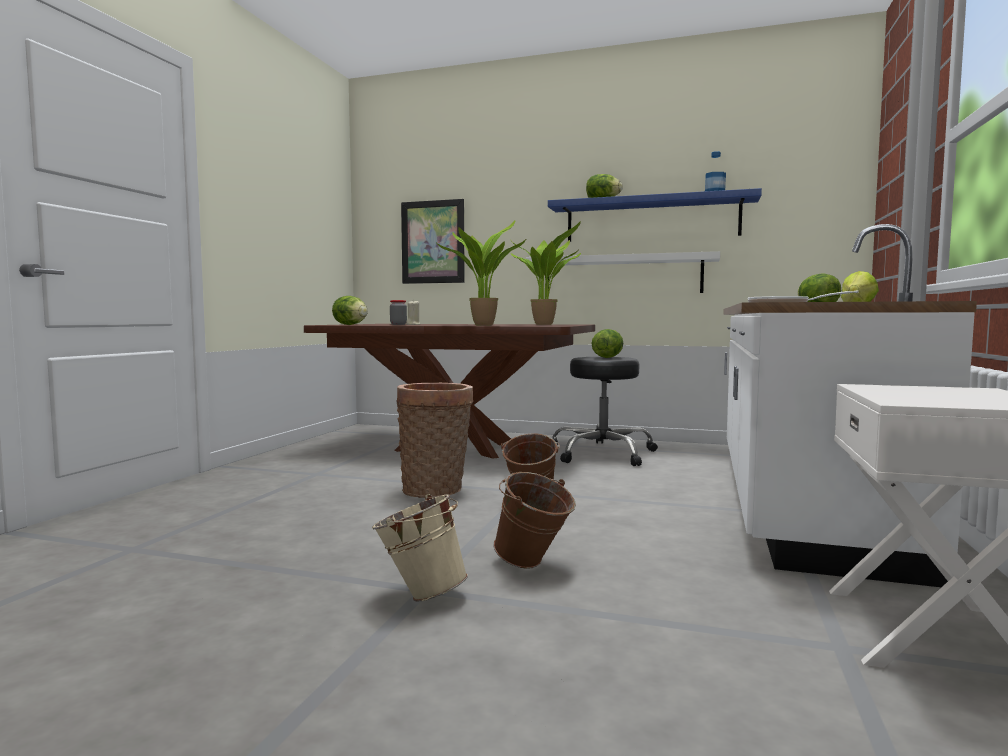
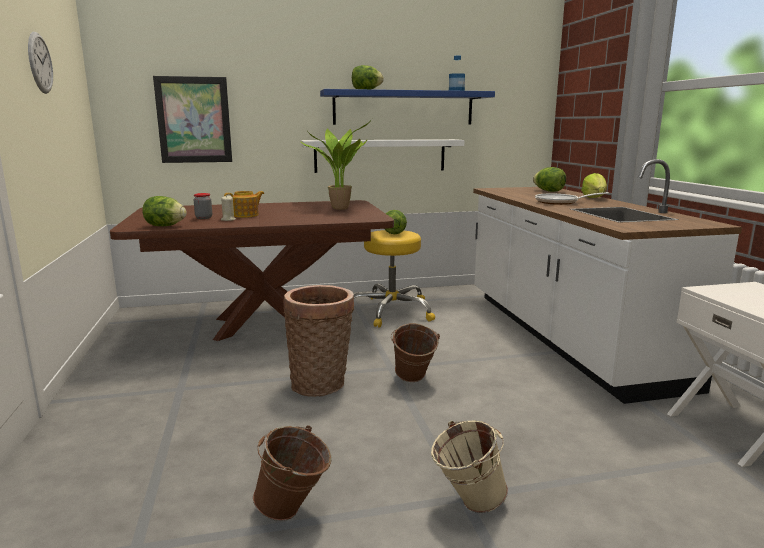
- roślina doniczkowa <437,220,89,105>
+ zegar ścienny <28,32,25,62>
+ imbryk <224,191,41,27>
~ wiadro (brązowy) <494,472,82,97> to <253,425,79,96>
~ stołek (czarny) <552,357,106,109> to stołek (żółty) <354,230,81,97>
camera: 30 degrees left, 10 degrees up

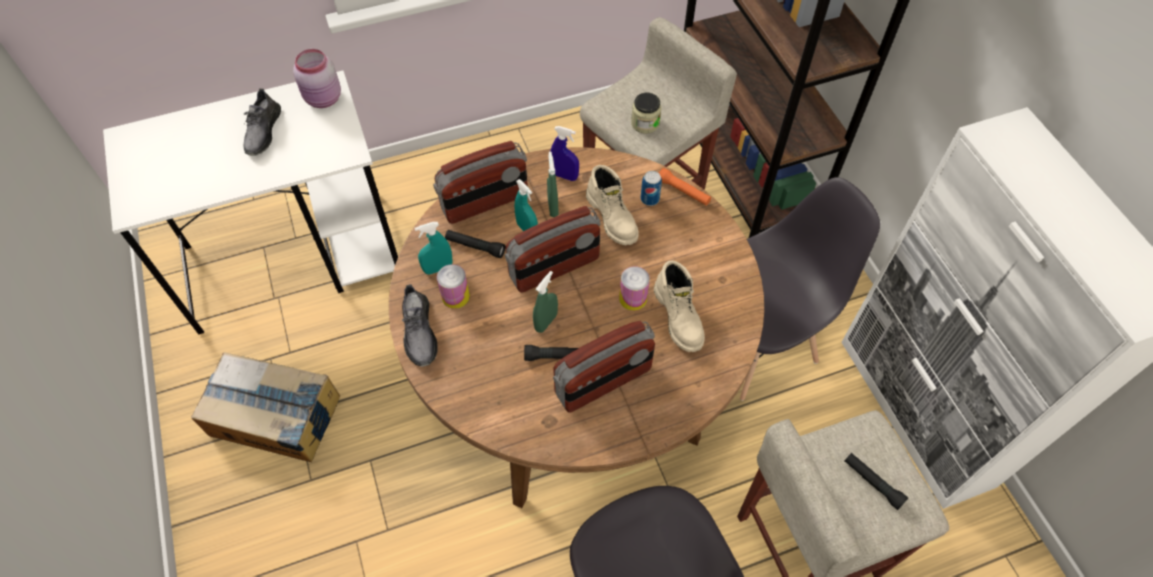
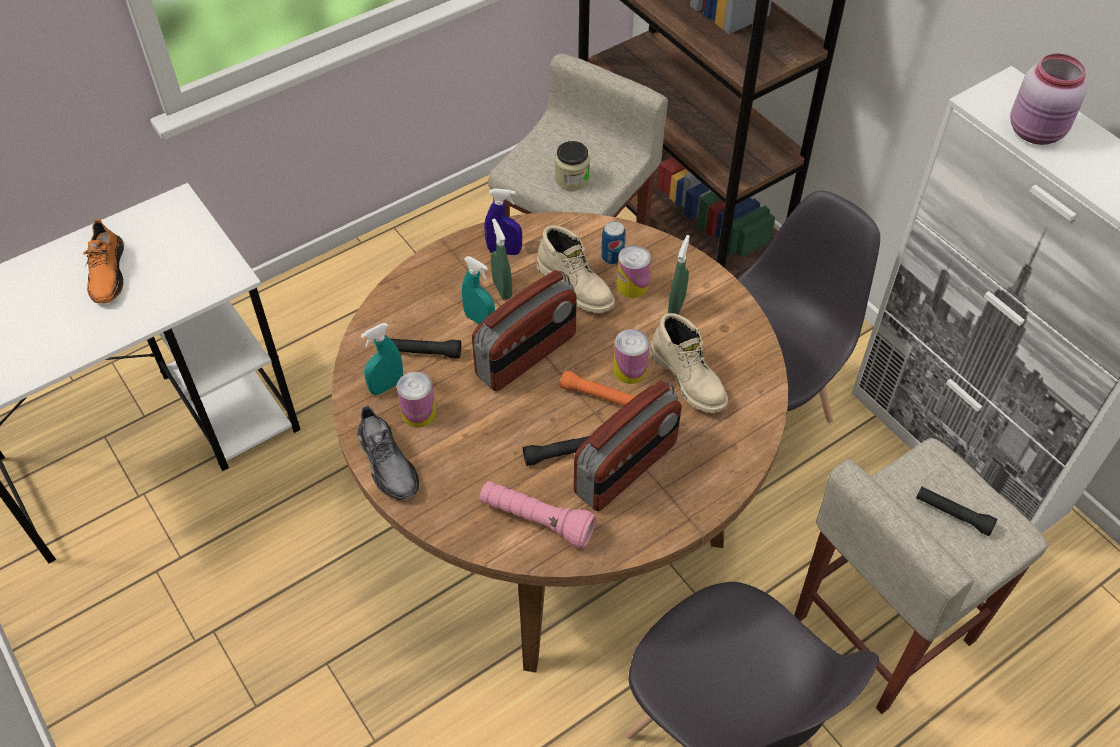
- karton <191,352,149,110>
- radio <433,141,95,83>
+ latarka (różowy) <480,481,116,67>
+ puszka <617,245,34,53>
~ słoik (różowy) <293,49,48,59> to <1010,53,77,92>
~ spryskiwacz (zielony) <533,271,25,62> to <668,235,22,80>
~ latarka (pomarańczowy) <659,168,52,38> to <559,370,77,36>
~ but (szary) <243,88,38,68> to but (pomarańczowy) <83,219,41,85>
camera: 15 degrees left, 5 degrees down

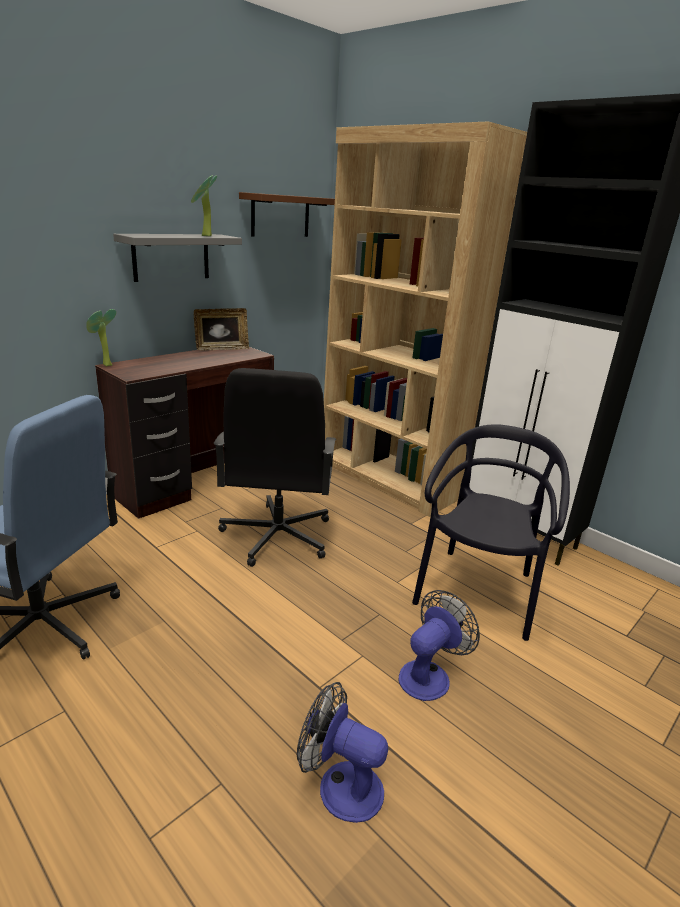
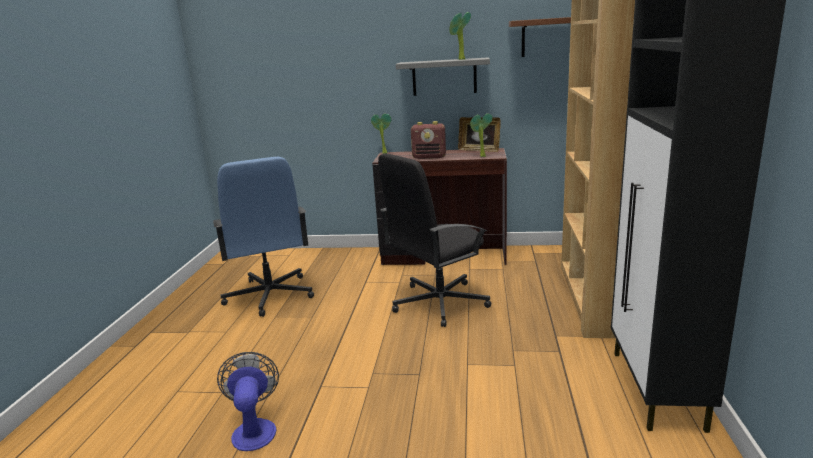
- wentylator <399,590,81,111>
- krzesło (czarny) <412,424,158,217>
+ radio <411,121,35,38>
+ roślina doniczkowa <470,114,22,43>
camera: 55 degrees right, 5 degrees down

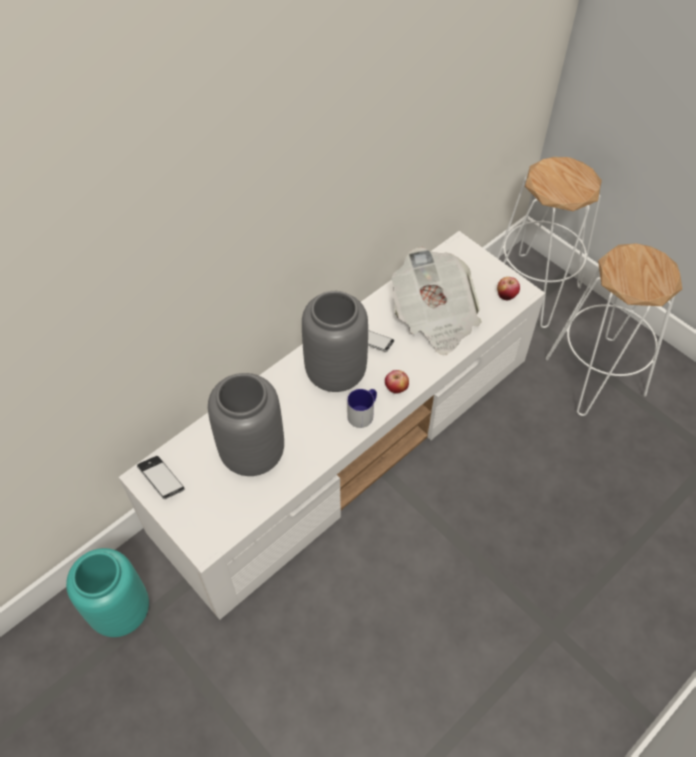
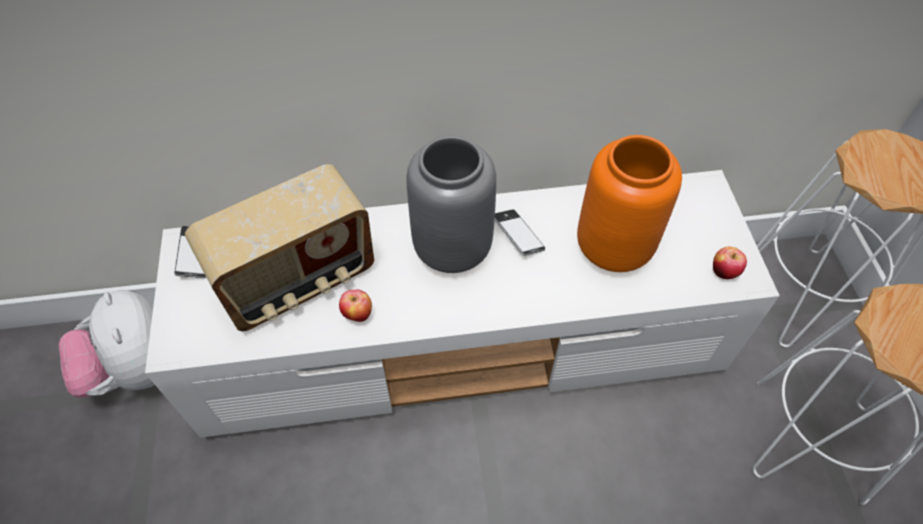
- kubek <347,389,30,39>
~ jabłko <385,370,24,24> to <339,289,33,33>
~ wazon (turkusowy) <66,548,83,89> to pluszak <59,290,96,108>
~ wazon (szary) <208,373,76,103> to radio <185,164,189,167>
~ gazeta <391,247,91,108> to wazon (pomarańczowy) <577,135,105,137>
camera: 35 degrees right, 0 degrees up

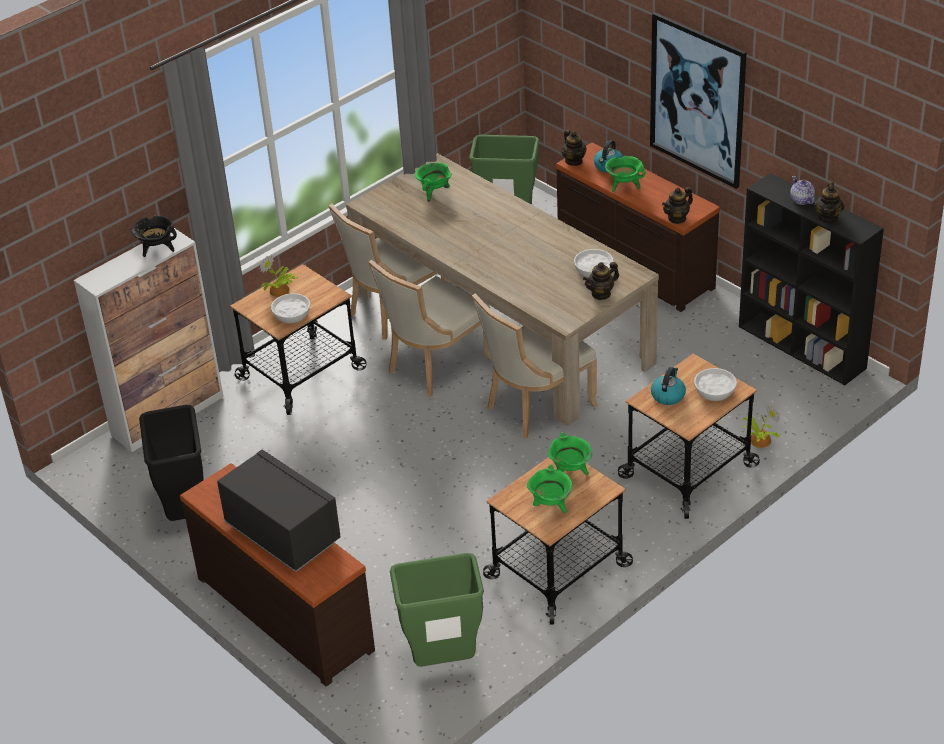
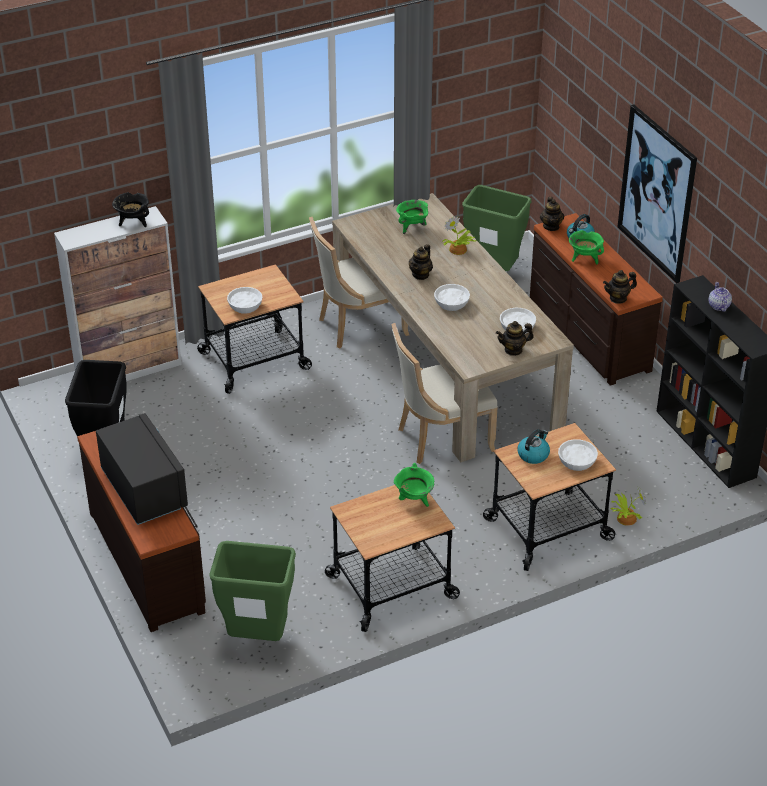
- krzesło (beżowy) <369,259,123,138>
- garnek (zielony) <527,464,45,49>
+ miska (biały) <434,284,36,27>
~ roślina doniczkowa <259,255,39,42> to <442,216,34,39>
~ imbryk <814,182,30,41> to <409,244,24,36>
camera: 15 degrees right, 0 degrees up

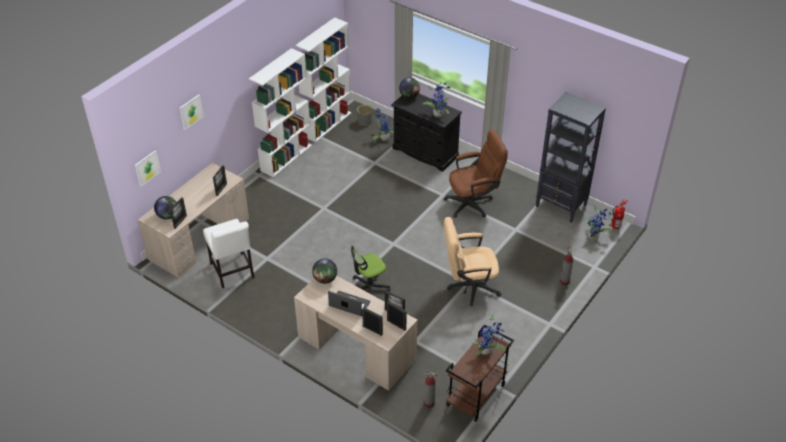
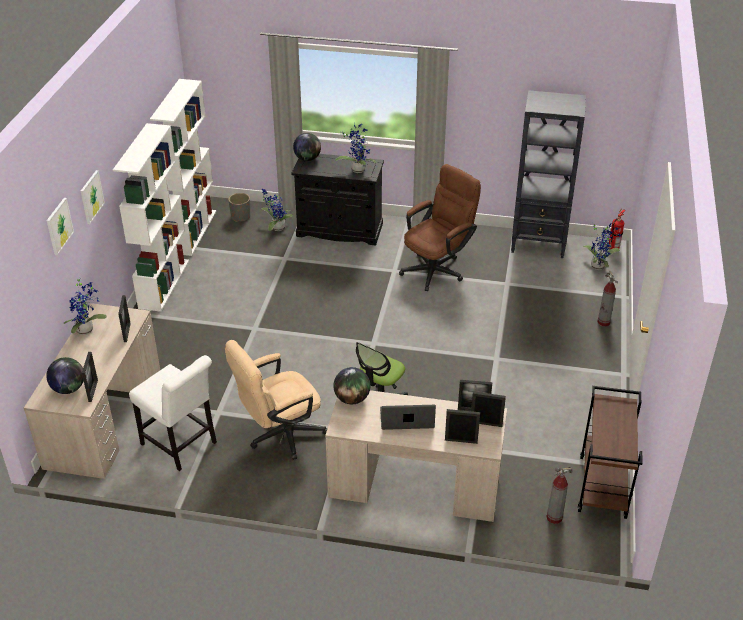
~ obraz <135,150,26,36> to <81,170,24,54>
~ krzesło biurowe (beżowy) <444,217,57,89> to <225,340,102,120>
~ roślina doniczkowa <472,315,33,40> to <64,279,43,56>
camera: 25 degrees left, 5 degrees down

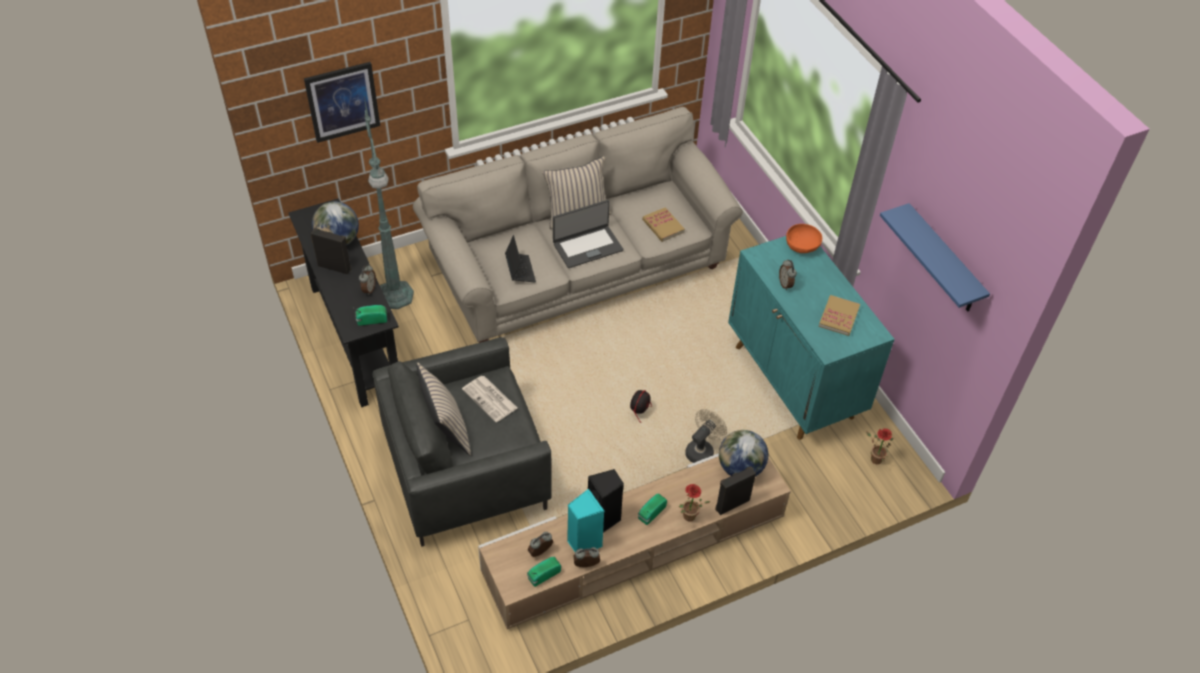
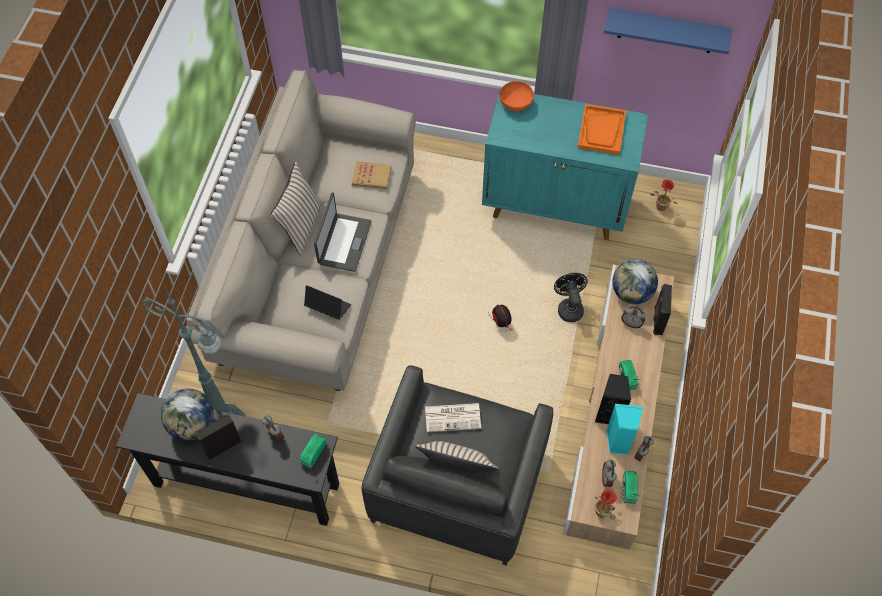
- obraz <304,62,76,81>
~ roślina doniczkowa <679,484,32,37> to <595,489,22,31>
~ budzik <779,259,18,31> to <621,306,24,22>
~ książka <819,295,41,41> to taca (pomarańczowy) <578,104,48,51>
~ wentylator (beżowy) <685,409,42,54> to wentylator (czarny) <554,273,34,49>
camera: 50 degrees left, 10 degrees up

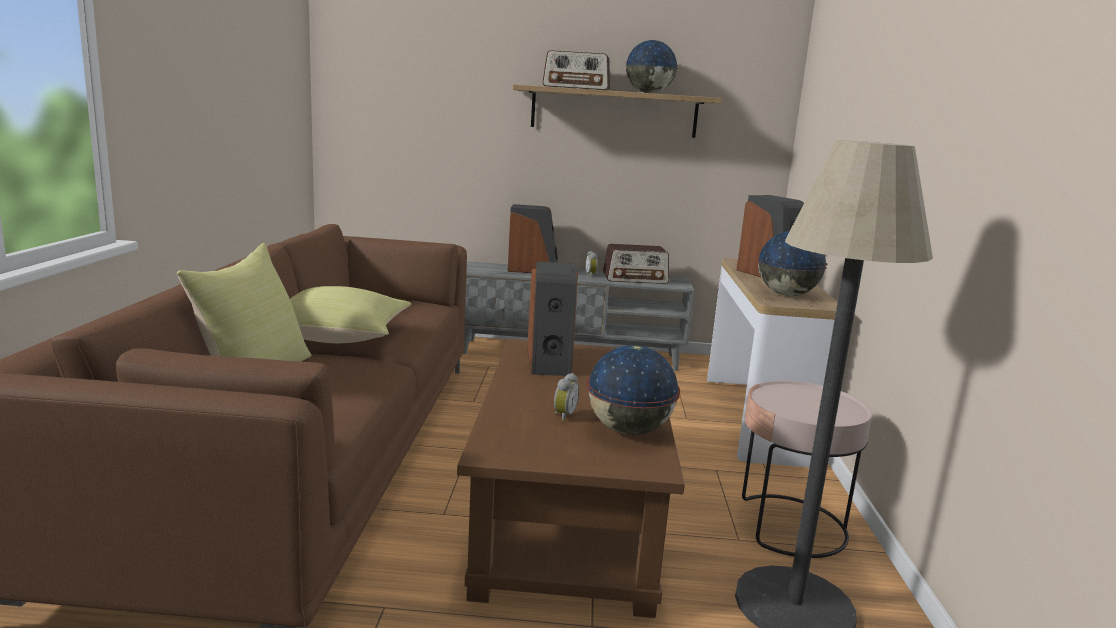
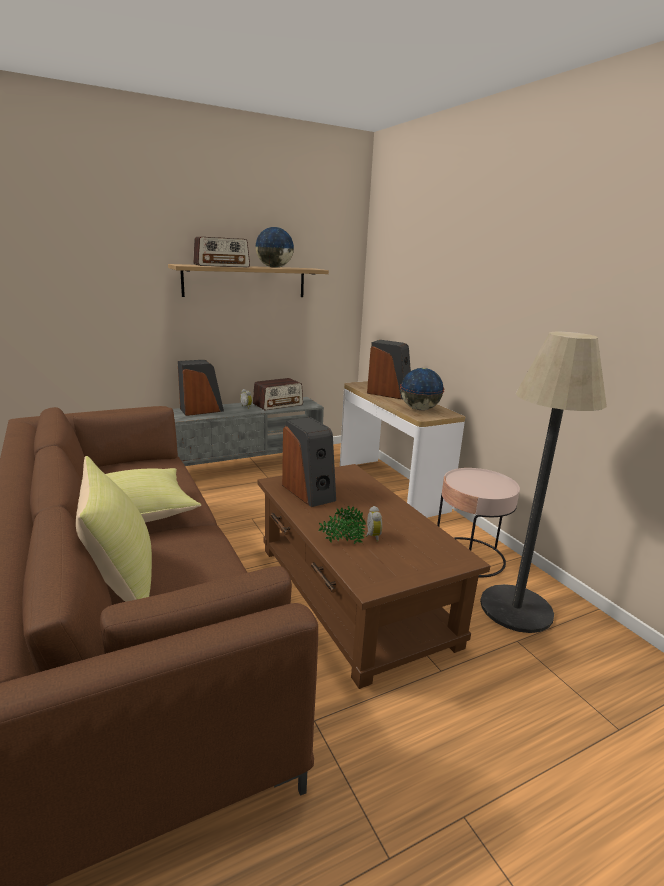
- globus <586,345,94,90>
+ roślina doniczkowa <319,506,47,38>
camera: 30 degrees left, 5 degrees up

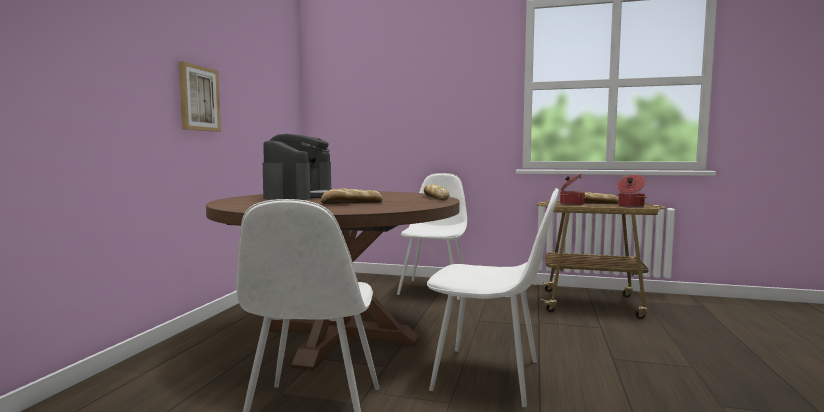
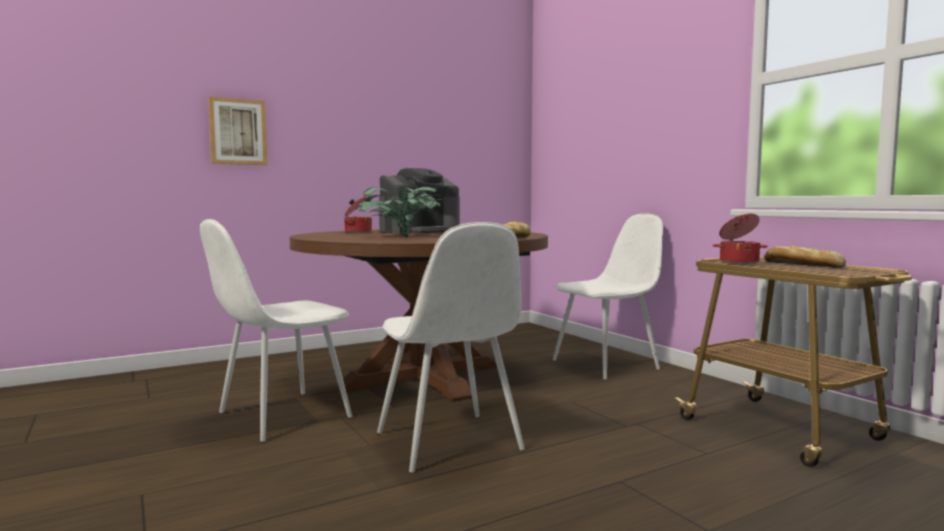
~ obraz <179,61,42,71> to <208,96,59,69>
~ garnek <617,175,30,33> to <344,196,28,37>
~ chleb <321,188,62,16> to roślina doniczkowa <356,187,88,50>
camera: 45 degrees right, 0 degrees up

